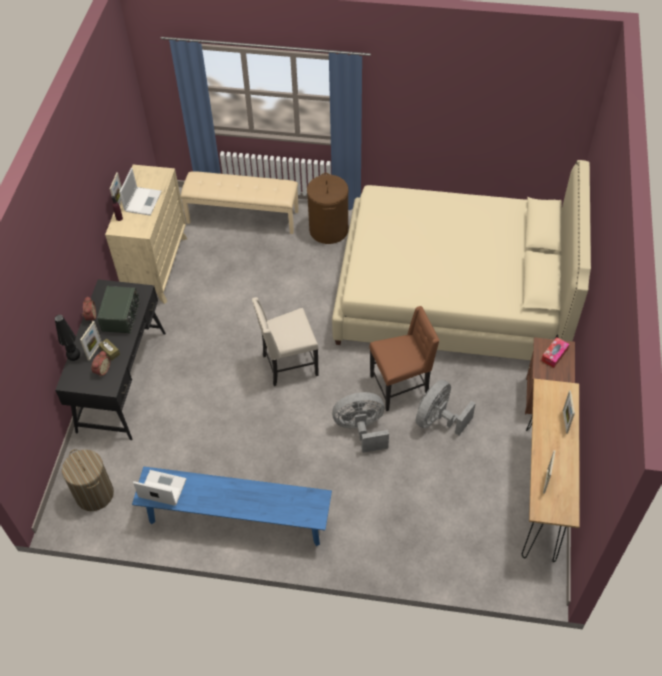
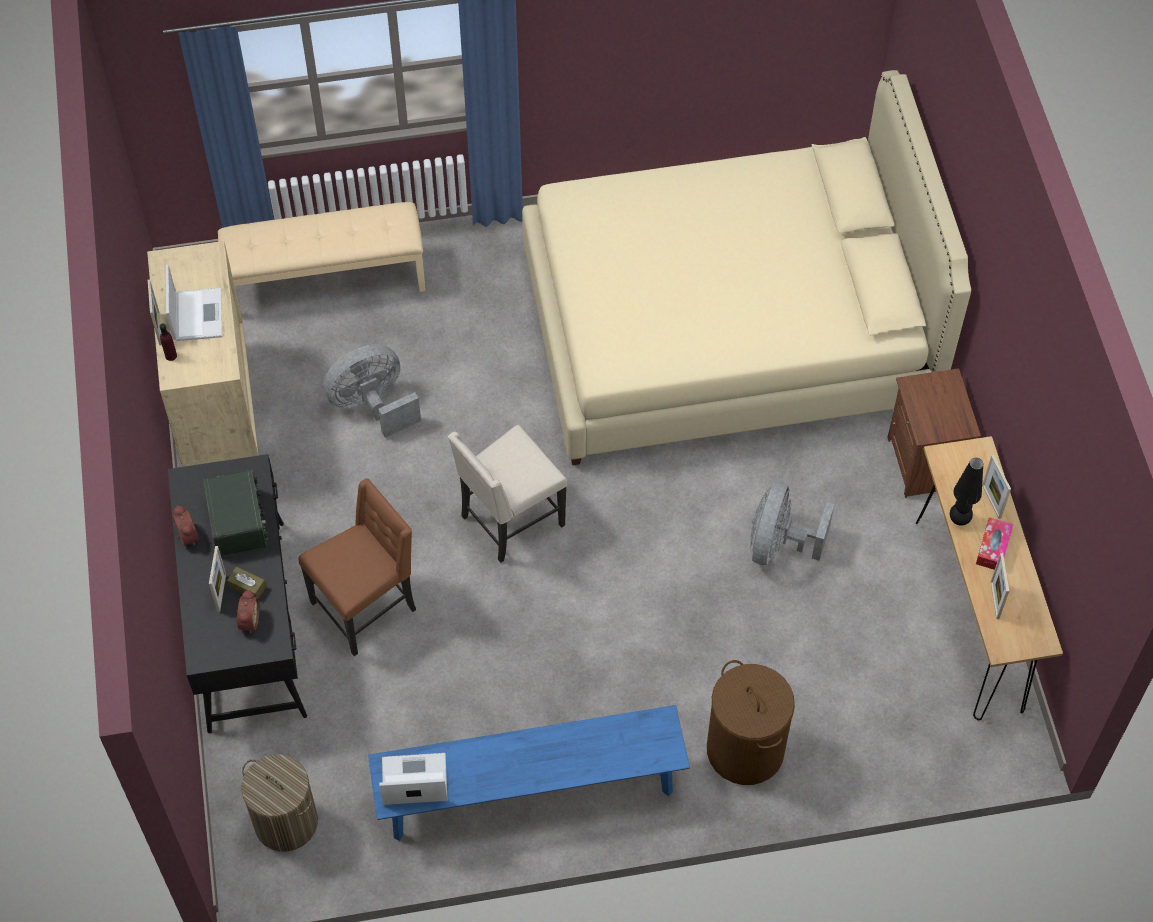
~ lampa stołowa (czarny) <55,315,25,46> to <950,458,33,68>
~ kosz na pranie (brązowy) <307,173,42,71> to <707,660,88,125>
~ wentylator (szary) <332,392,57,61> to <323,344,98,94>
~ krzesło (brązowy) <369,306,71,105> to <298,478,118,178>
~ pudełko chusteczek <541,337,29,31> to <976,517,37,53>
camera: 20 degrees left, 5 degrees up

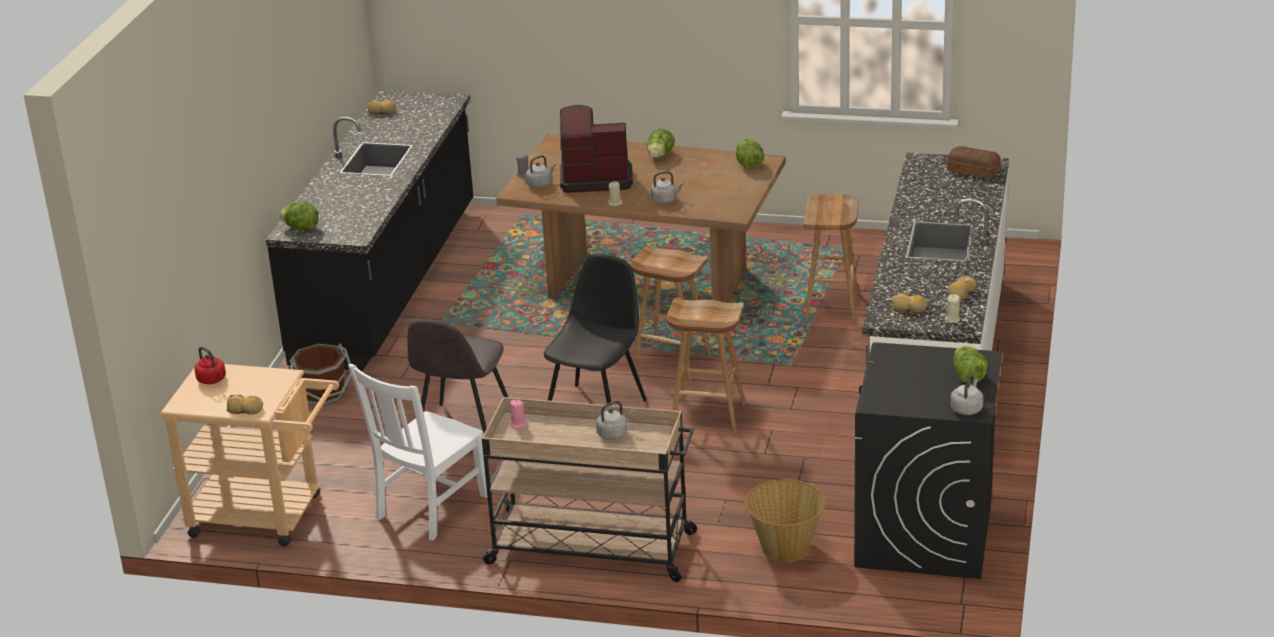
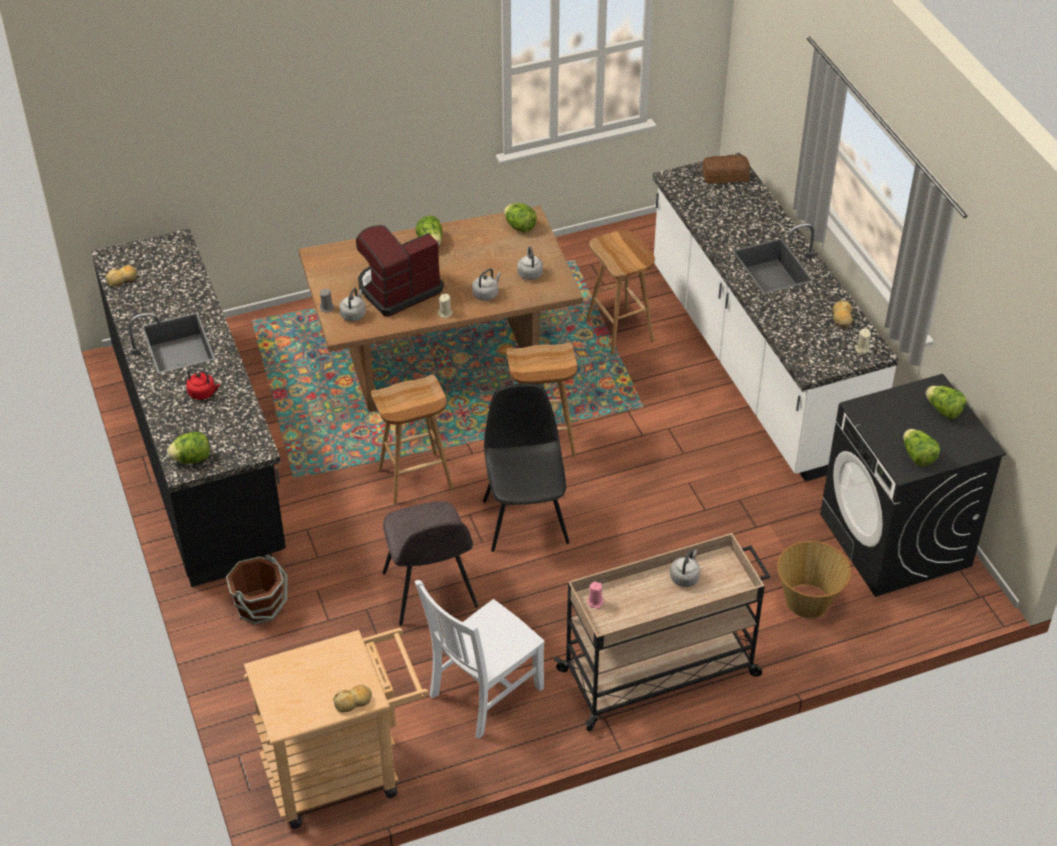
- chleb <892,293,36,20>
+ sałata <903,429,37,37>
~ czajnik (czerwony) <194,347,32,37> to <186,368,34,32>
~ stołek (brązowy) <667,298,79,136> to <371,375,82,129>
~ czajnik (szary) <950,373,33,42> to <517,246,26,34>
~ krzesło (biały) <348,364,139,177> = <415,580,130,159> 45 degrees clockwise
camera: 35 degrees left, 15 degrees up

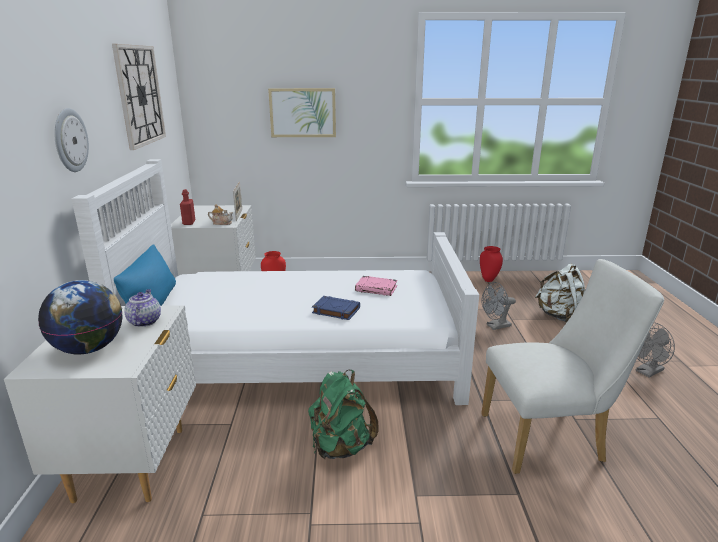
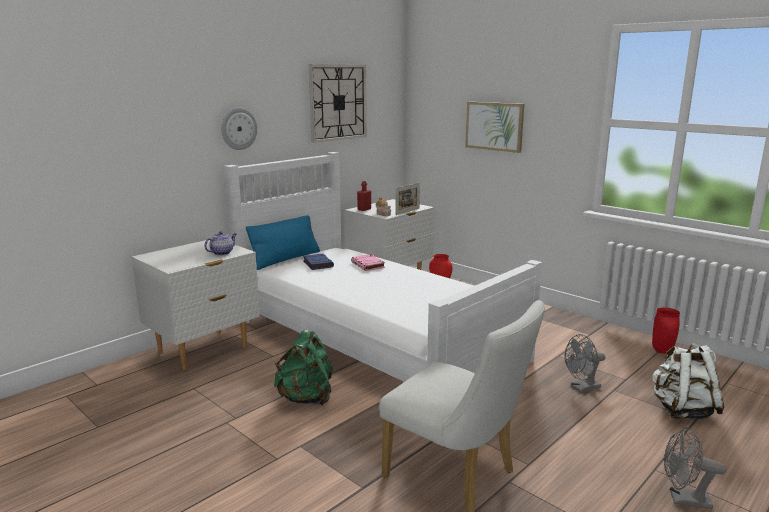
- globus <38,280,85,75>
~ książka (niebieski) <312,296,48,24> to <303,253,31,17>
~ książka (różowy) <355,276,43,20> to <351,254,34,17>
~ wentylator (szary) <481,282,35,48> = <564,334,42,59> 45 degrees counterclockwise
camera: 45 degrees right, 5 degrees down

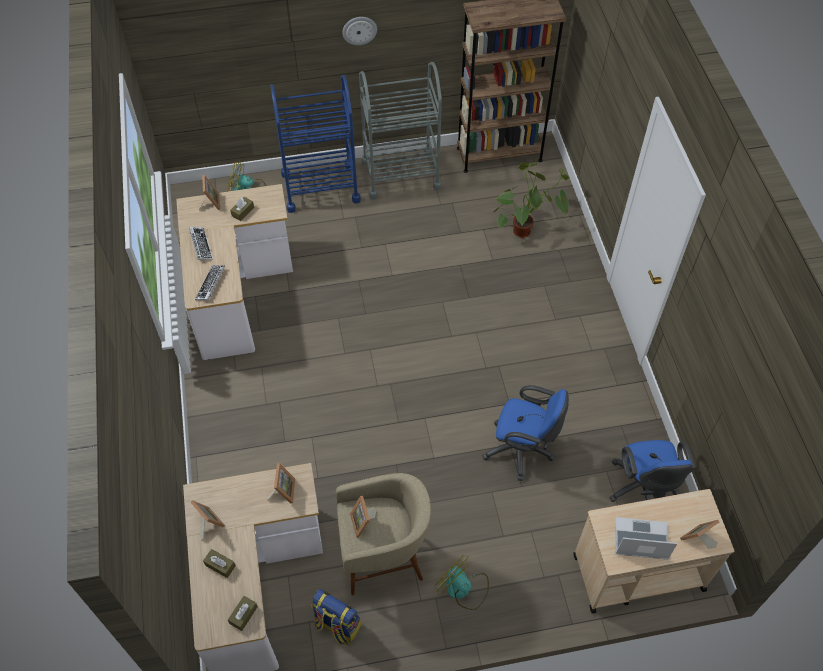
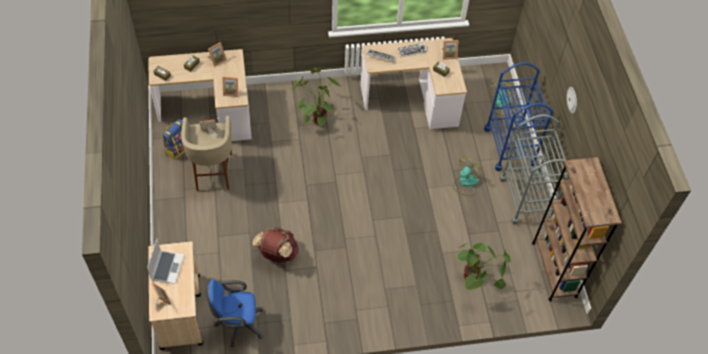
+ roślina doniczkowa <292,67,49,58>
~ wentylator <435,555,54,55> to <453,156,29,40>
~ krzesło biurowe (niebieski) <482,385,87,96> to plecak (brązowy) <253,227,46,36>
camera: 90 degrees right, 0 degrees up

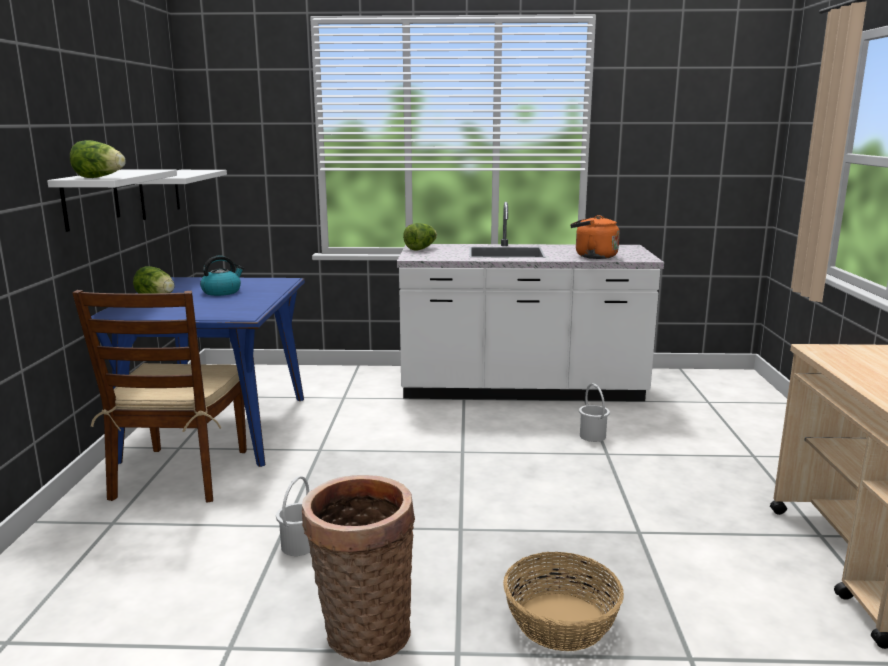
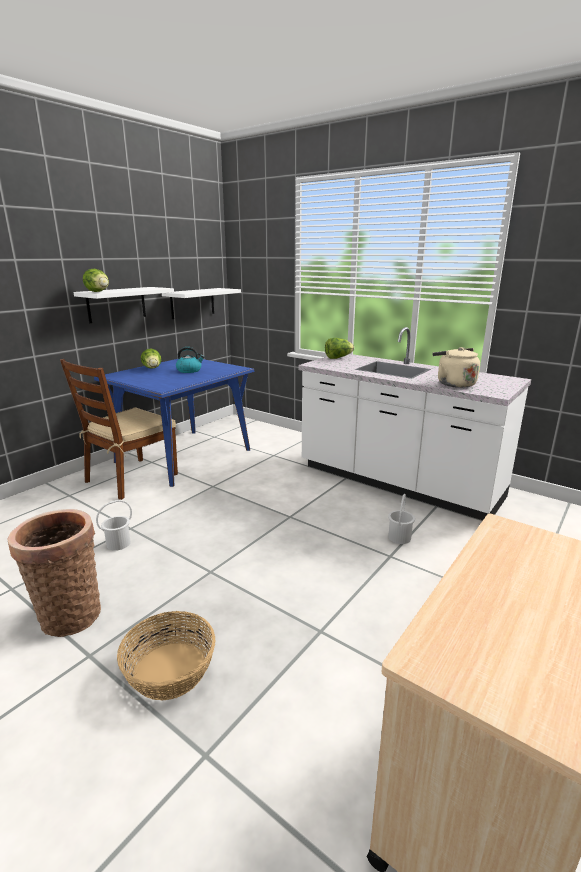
~ czajnik (pomarańczowy) <570,215,50,44> to czajnik (beżowy) <432,347,48,41>
camera: 35 degrees right, 5 degrees up

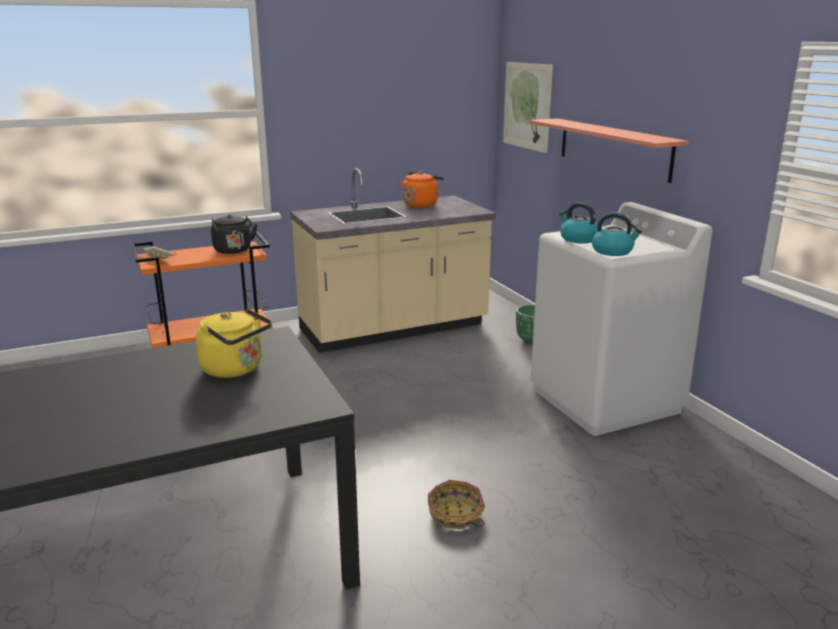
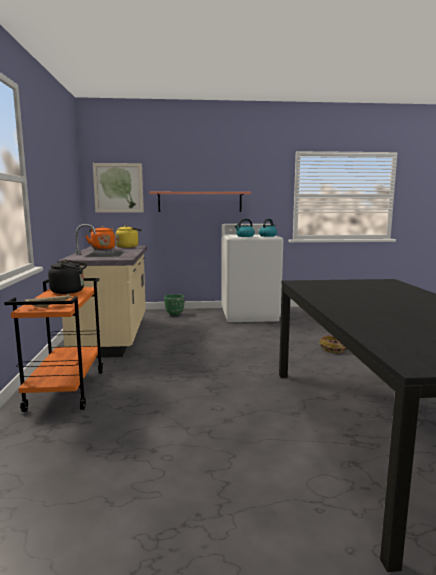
~ czajnik (żółty) <196,308,76,70> to <115,225,27,23>
camera: 70 degrees left, 10 degrees down

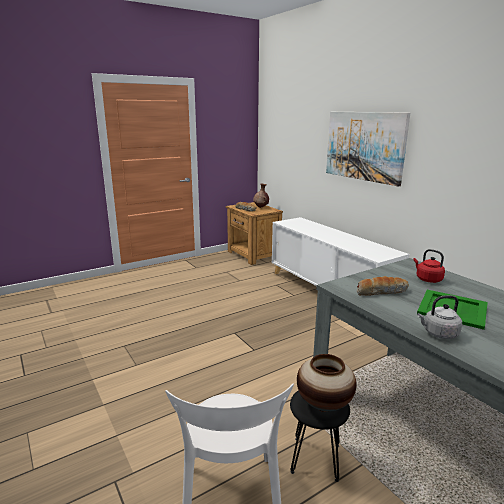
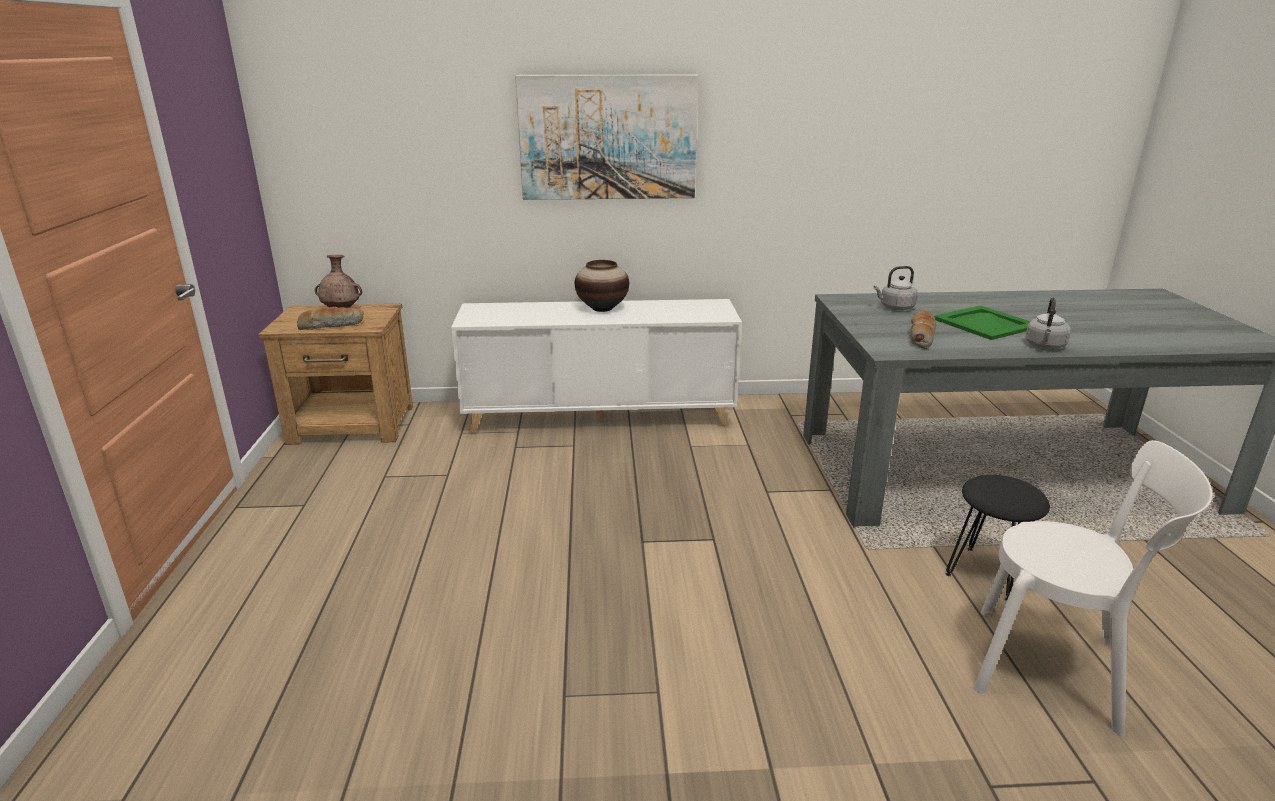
~ wazon <297,354,60,58> to <575,260,54,52>
~ czajnik (czerwony) <413,249,32,34> to czajnik (szary) <874,266,44,44>
camera: 60 degrees left, 5 degrees up

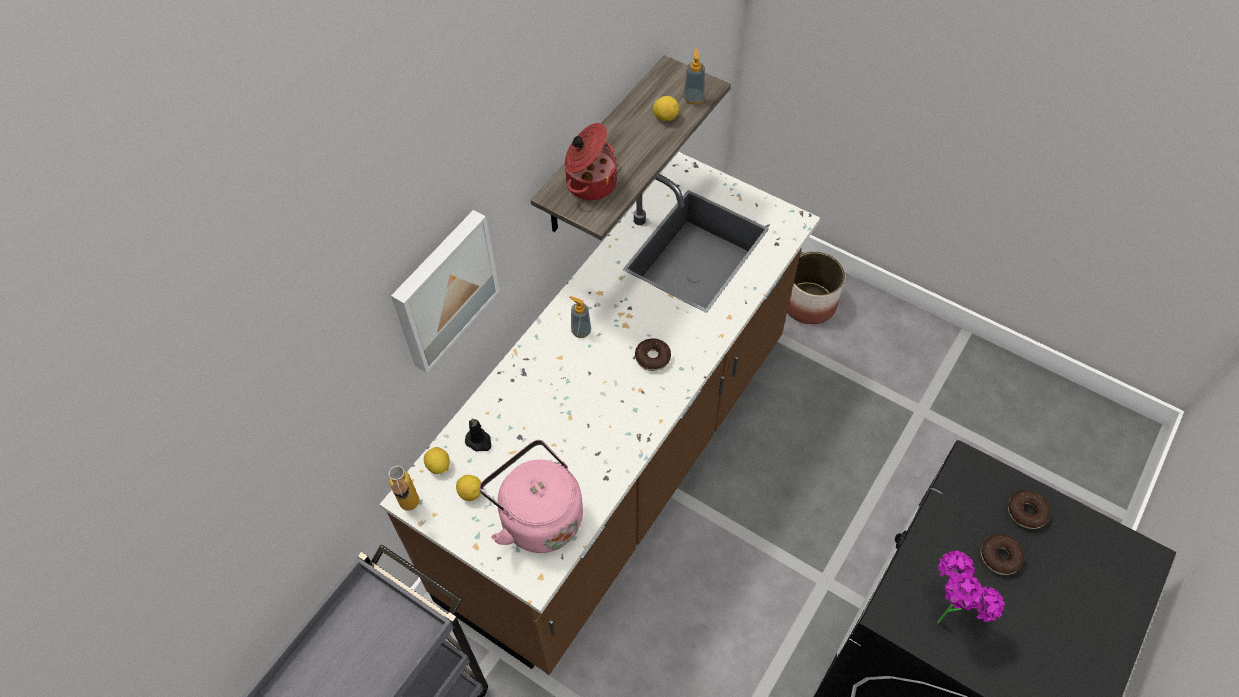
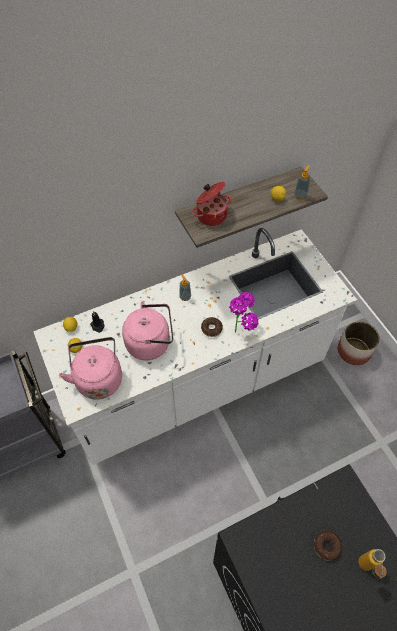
- obraz <391,210,109,163>
- donut <1008,490,42,39>
+ czajnik (różowy) <122,301,51,59>
~ butelka <388,466,31,45> to <358,549,29,30>
~ roślina doniczkowa <937,551,68,73> to <229,292,30,40>
~ zabudowa kuchenna (brązowy) <379,152,441,523> to zabudowa kuchenna (biały) <33,228,324,237>
camera: 30 degrees right, 0 degrees up

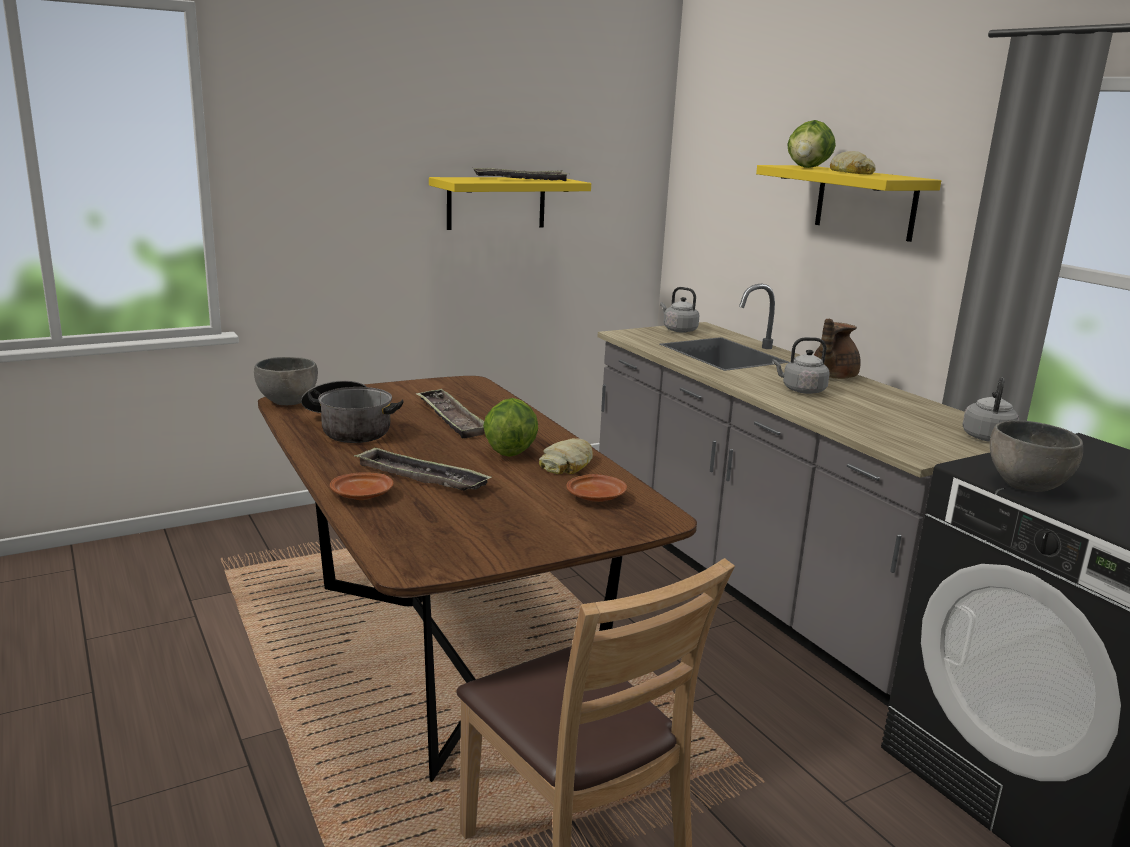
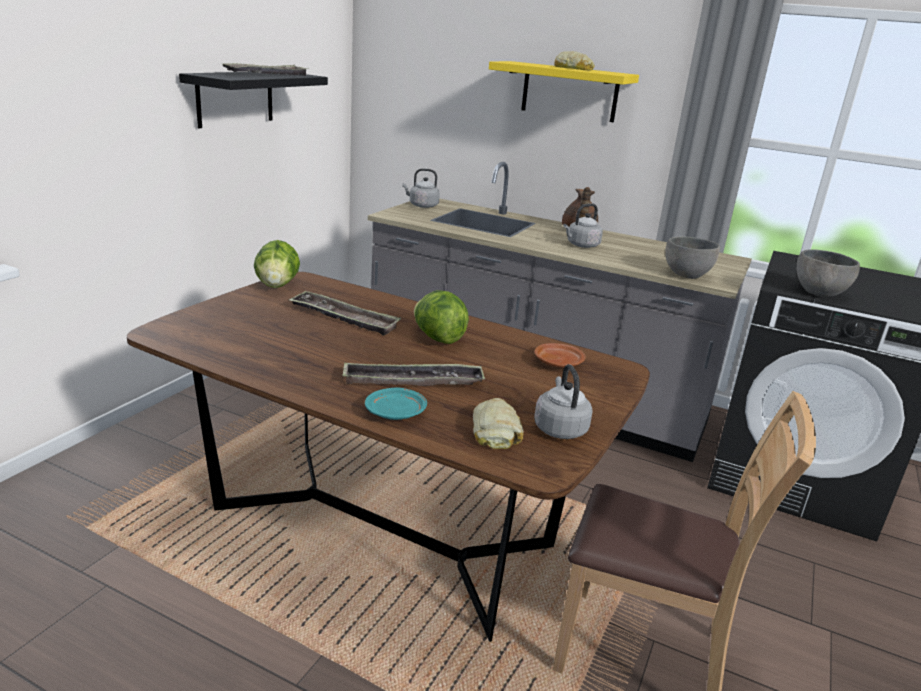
- garnek <301,381,103,62>
~ miska (szary) <254,357,64,48> to <665,236,55,43>
~ chleb <539,438,54,36> to <473,398,51,51>
~ sałata <787,120,49,48> to <254,240,46,48>
~ czajnik (szary) <962,377,57,65> to <534,364,59,75>
~ talerz (brązowy) <330,472,64,28> to talerz (turkusowy) <365,387,62,33>
~ półka (żółty) <429,177,162,53> to półka (czarny) <179,72,149,56>
camera: 35 degrees left, 5 degrees up

